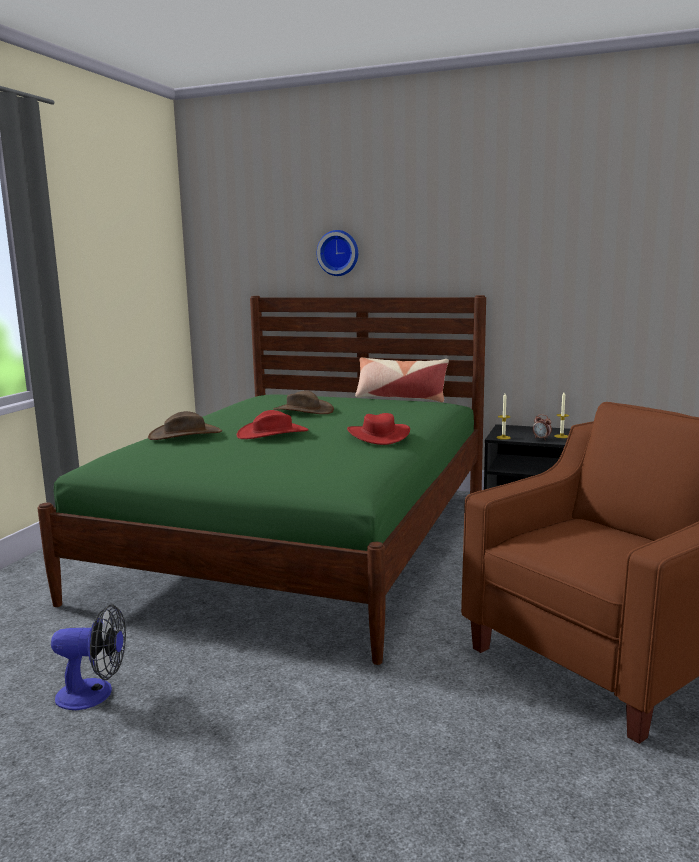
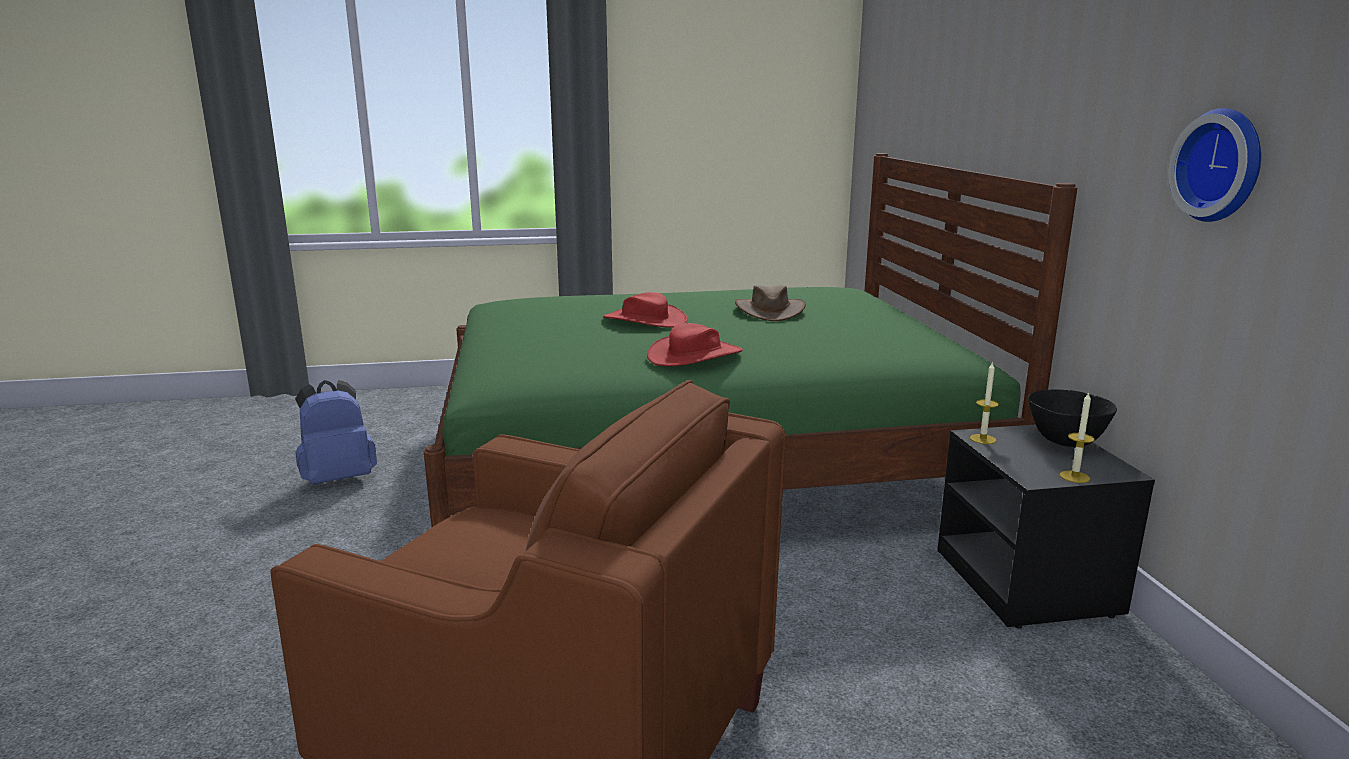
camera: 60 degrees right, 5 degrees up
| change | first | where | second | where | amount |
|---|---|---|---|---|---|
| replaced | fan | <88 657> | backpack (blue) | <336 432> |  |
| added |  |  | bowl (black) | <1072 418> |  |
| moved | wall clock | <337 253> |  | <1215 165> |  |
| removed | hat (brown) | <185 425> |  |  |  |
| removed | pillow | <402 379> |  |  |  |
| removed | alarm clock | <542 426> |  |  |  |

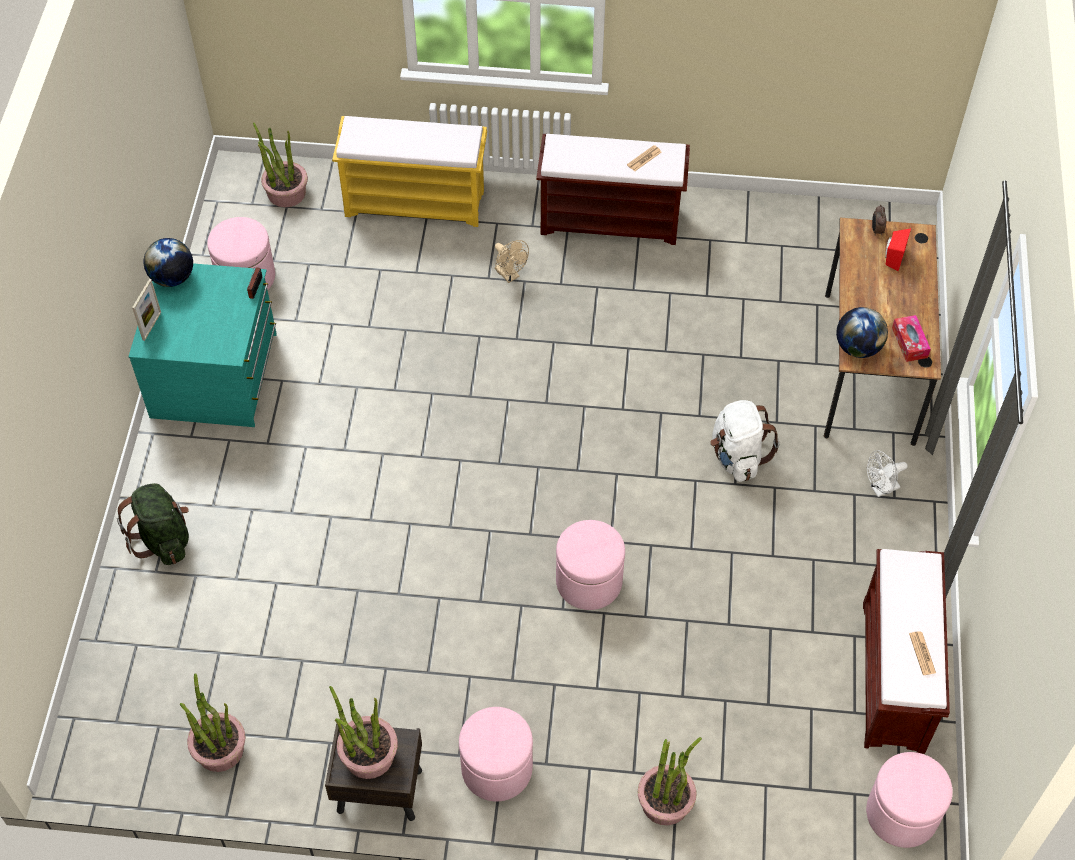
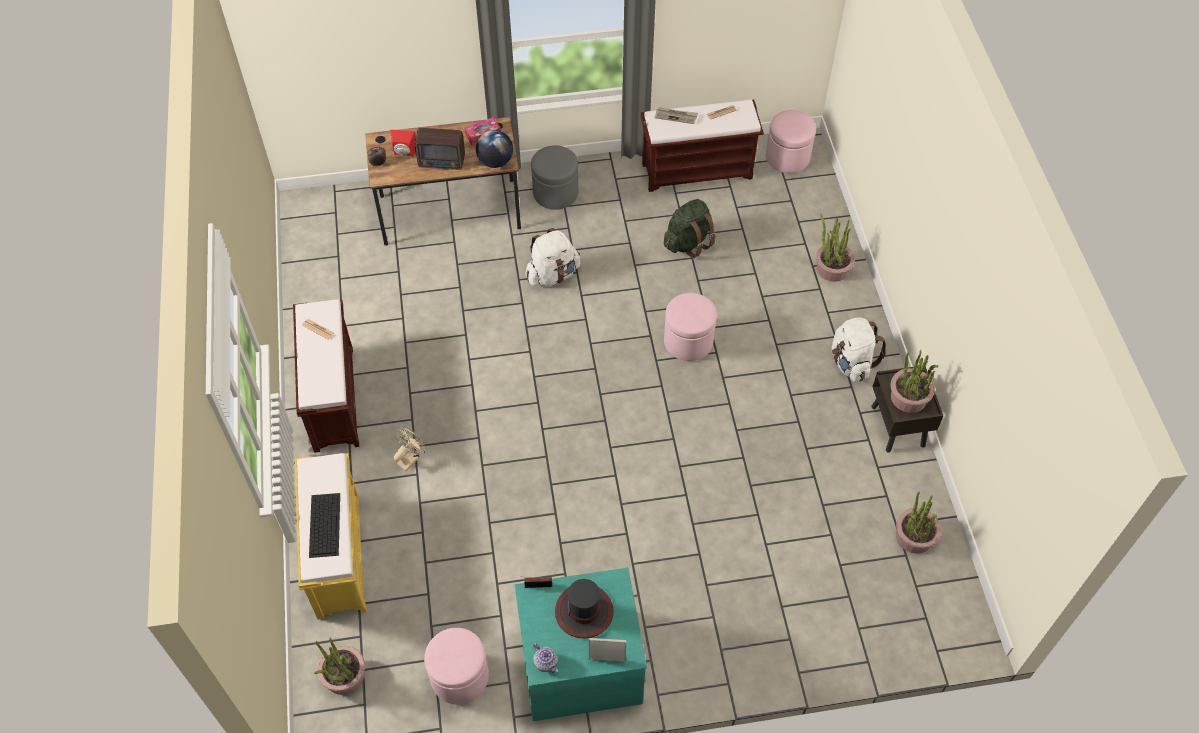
camera: 105 degrees left, 0 degrees up
| change | first | where | second | where | amount |
|---|---|---|---|---|---|
| added |  |  | keyboard | <324 525> |  |
| added |  |  | radio | <440 149> |  |
| replaced | fan (white) | <887 473> | ottoman (grey) | <554 177> |  |
| replaced | globe | <168 262> | teapot | <545 657> |  |
| added |  |  | hat | <584 608> |  |
| added |  |  | newspaper | <676 115> |  |
| moved | backpack (green) | <153 524> |  | <690 228> |  |
| replaced | ottoman (pink) | <496 754> | backpack (white) | <859 350> |  |

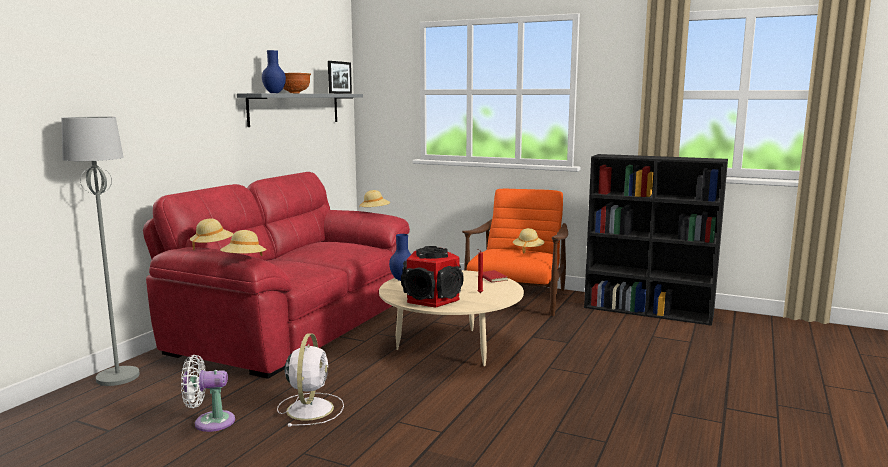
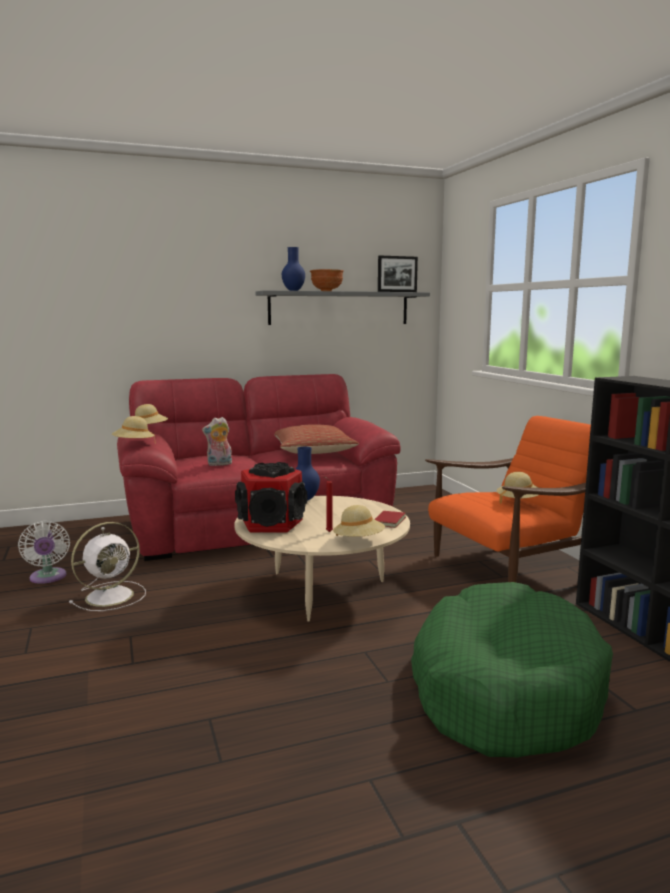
camera: 45 degrees right, 0 degrees up
| change | first | where | second | where | amount |
|---|---|---|---|---|---|
| turned | fan (white) | <208 393> |  | <44 552> | 150 degrees counterclockwise |
| added |  |  | plush toy | <217 441> |  |
| added |  |  | pillow | <316 439> |  |
| moved | hat (beige) | <374 201> |  | <359 521> |  |
| added |  |  | dog bed (green) | <512 670> |  |
| removed | floor lamp (grey) | <100 251> |  |  |  |

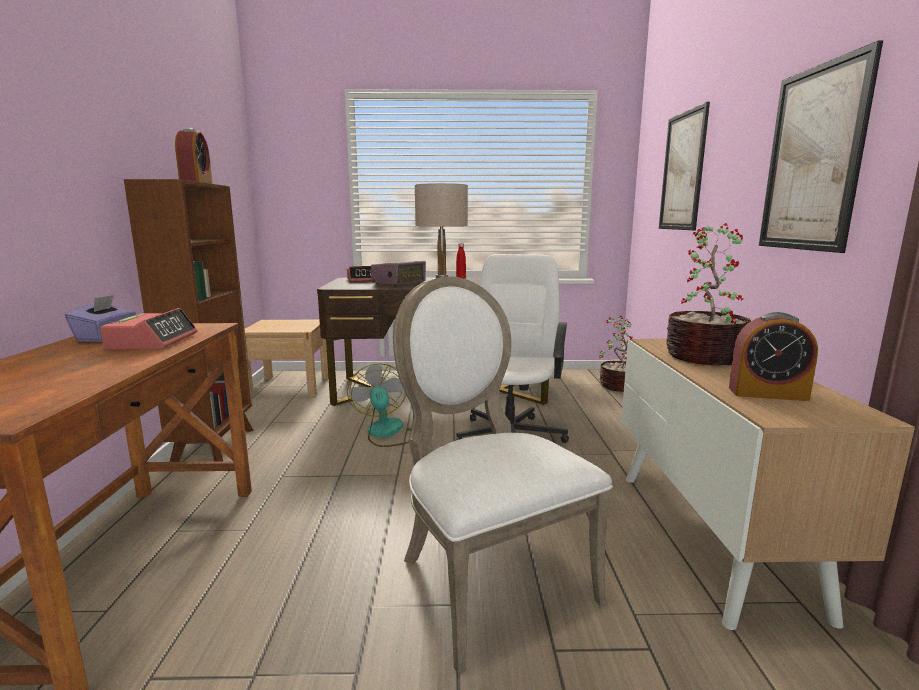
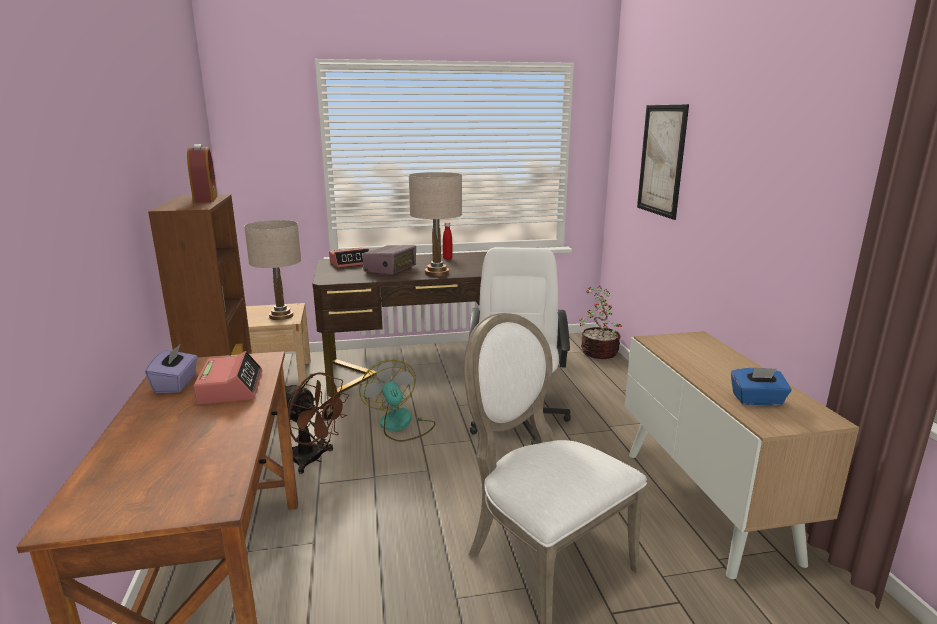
camera: 10 degrees left, 5 degrees up
| change | first | where | second | where | amount |
|---|---|---|---|---|---|
| added |  |  | table lamp (beige) | <272 270> |  |
| added |  |  | fan (brown) | <317 423> |  |
| replaced | alarm clock | <773 356> | tissue box (blue) | <761 386> |  |
| removed | potted plant | <708 294> |  |  |  |
| removed | picture | <821 146> |  |  |  |

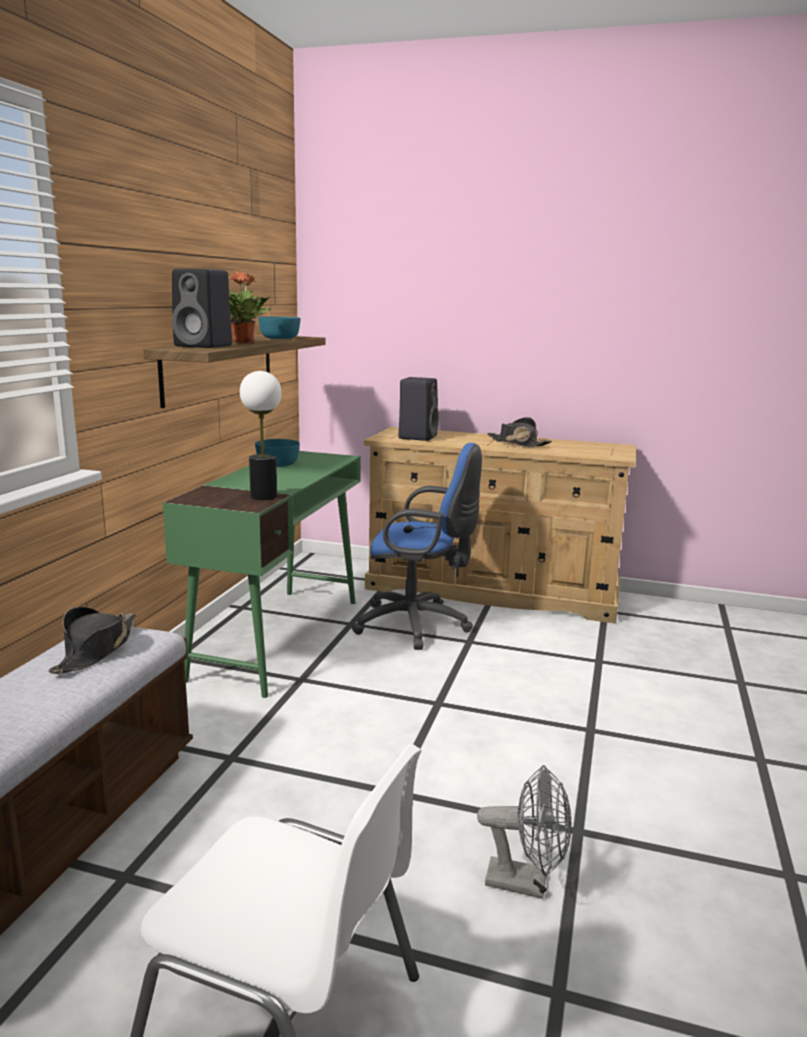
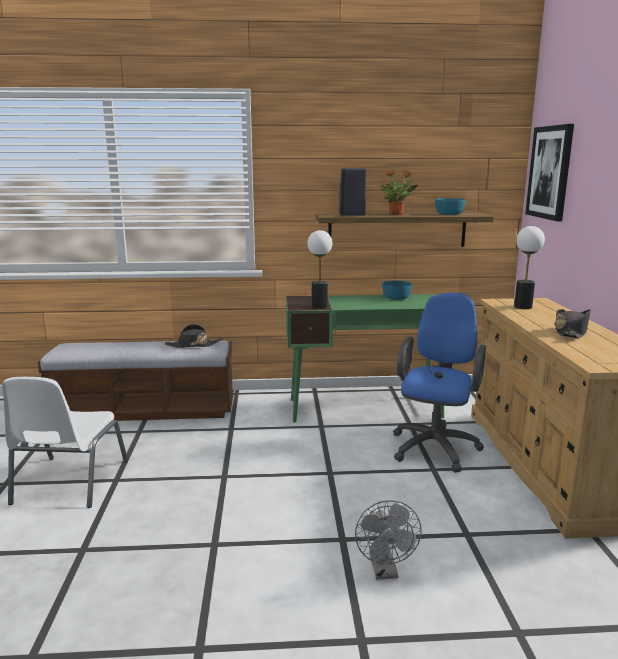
camera: 70 degrees right, 0 degrees up
| change | first | where | second | where | amount |
|---|---|---|---|---|---|
| moved | fan (grey) | <524 832> |  | <388 539> |  |
| turned | office chair (blue) | <417 546> |  | <439 382> | 150 degrees counterclockwise |
| replaced | speaker (black) | <418 409> | table lamp | <529 267> |  |
| added |  |  | picture | <549 172> |  |

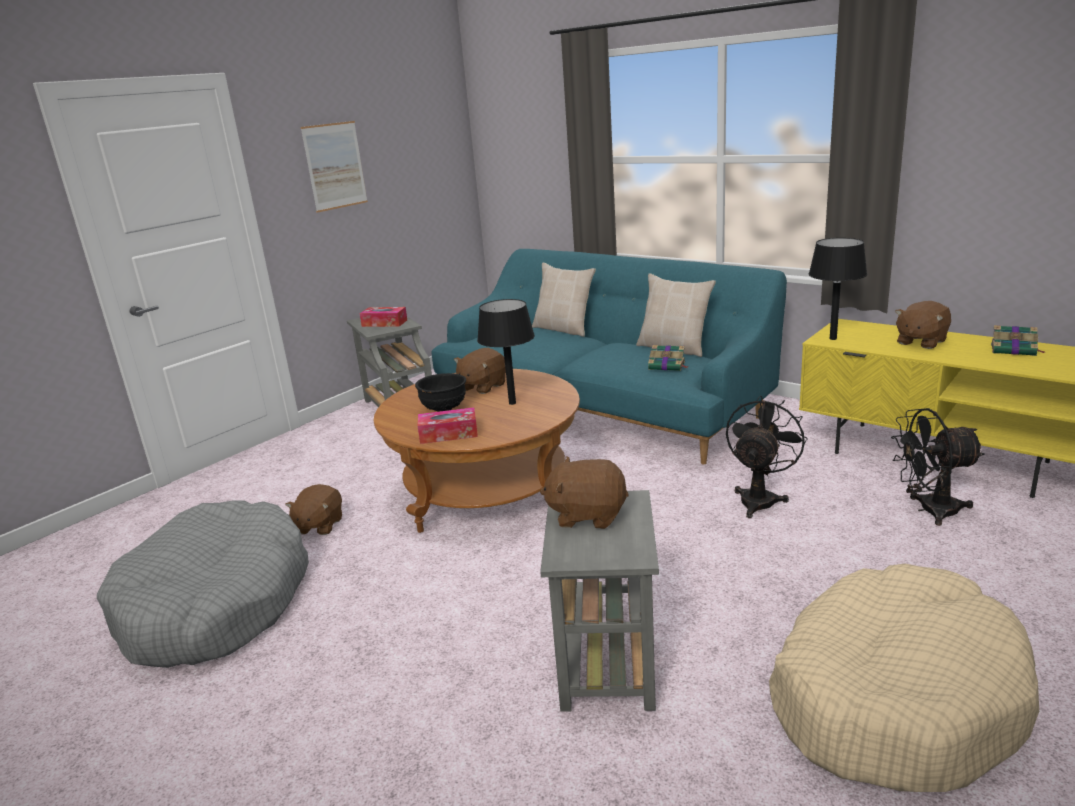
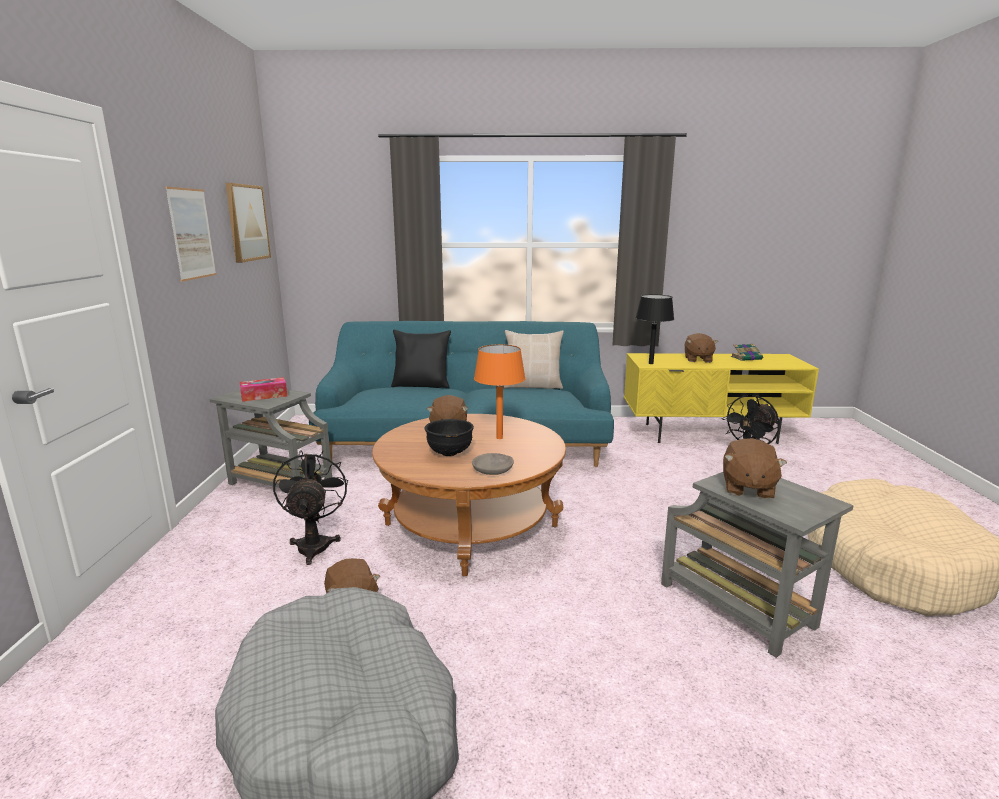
camera: 40 degrees left, 5 degrees down
| change | first | where | second | where | amount |
|---|---|---|---|---|---|
| added |  |  | picture | <248 223> |  |
| moved | fan (black) | <767 456> |  | <310 507> |  |
| recoloured | pillow (beige) | <564 299> | pillow (black) | <421 359> |  |
| replaced | tissue box | <447 425> | bowl (grey) | <493 464> |  |
| recoloured | table lamp (black) | <506 352> | table lamp (orange) | <500 391> |  |
| turned | plush toy (brown) | <584 492> |  | <755 468> | 45 degrees counterclockwise |
| removed | book | <668 358> |  |  |  |

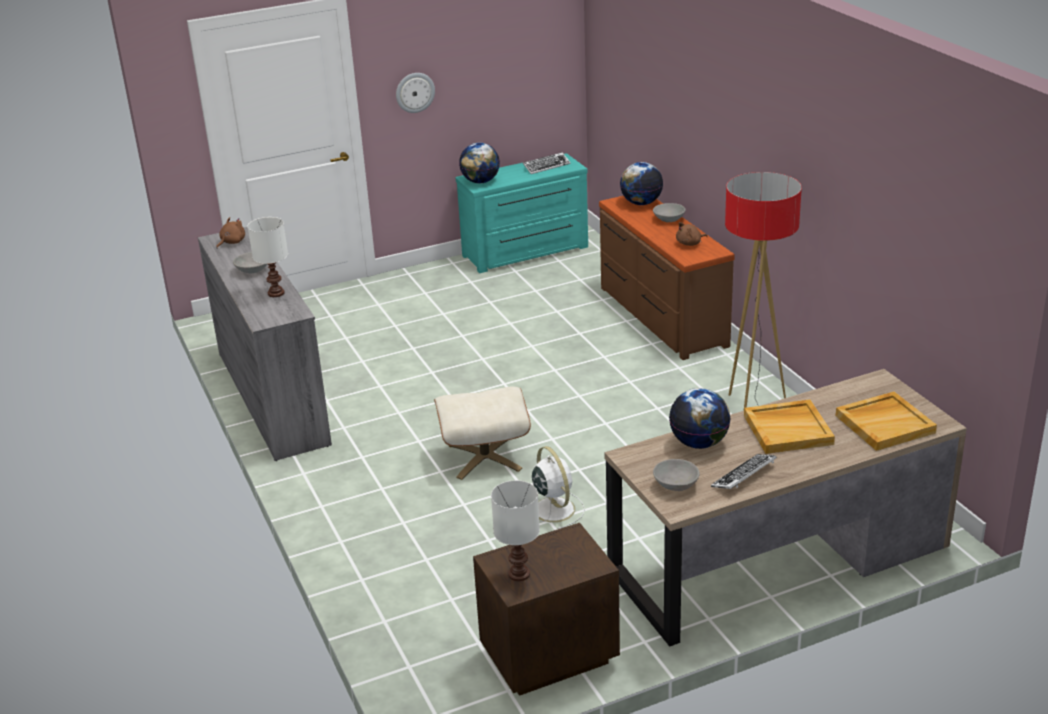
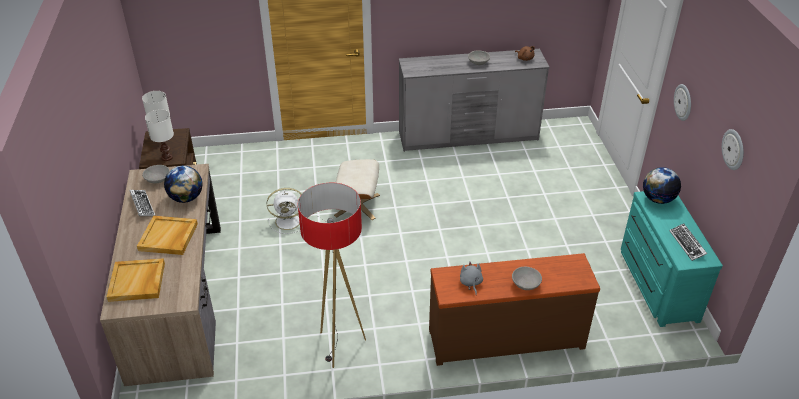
camera: 105 degrees right, 10 degrees up
| change | first | where | second | where | amount |
|---|---|---|---|---|---|
| moved | table lamp (white) | <267 257> |  | <159 135> |  |
| recoloured | plush toy (brown) | <692 234> | plush toy (grey) | <471 278> |  |
| added |  |  | wall clock | <733 149> |  |
| removed | globe | <641 183> |  |  |  |

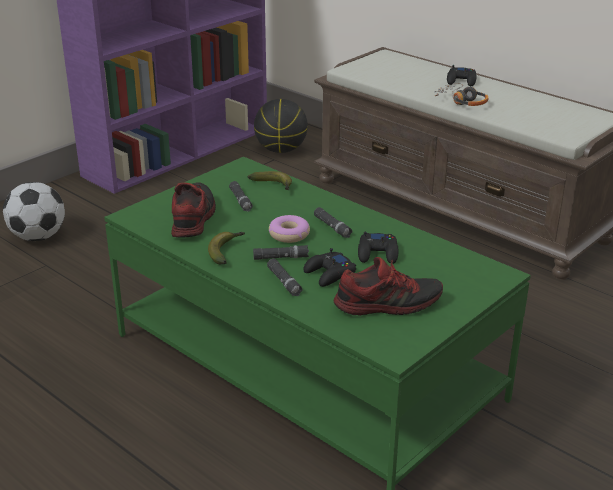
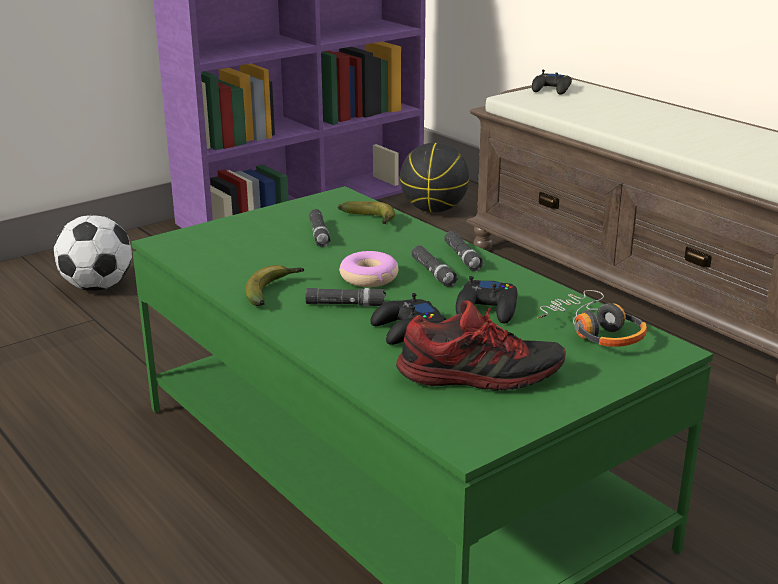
camera: 10 degrees right, 5 degrees down
| change | first | where | second | where | amount |
|---|---|---|---|---|---|
| moved | flashlight (black) | <285 277> |  | <464 251> |  |
| moved | game controller (black) | <462 75> |  | <552 82> |  |
| moved | headphones | <461 94> |  | <592 318> |  |
| removed | shoe | <193 210> |  |  |  |

